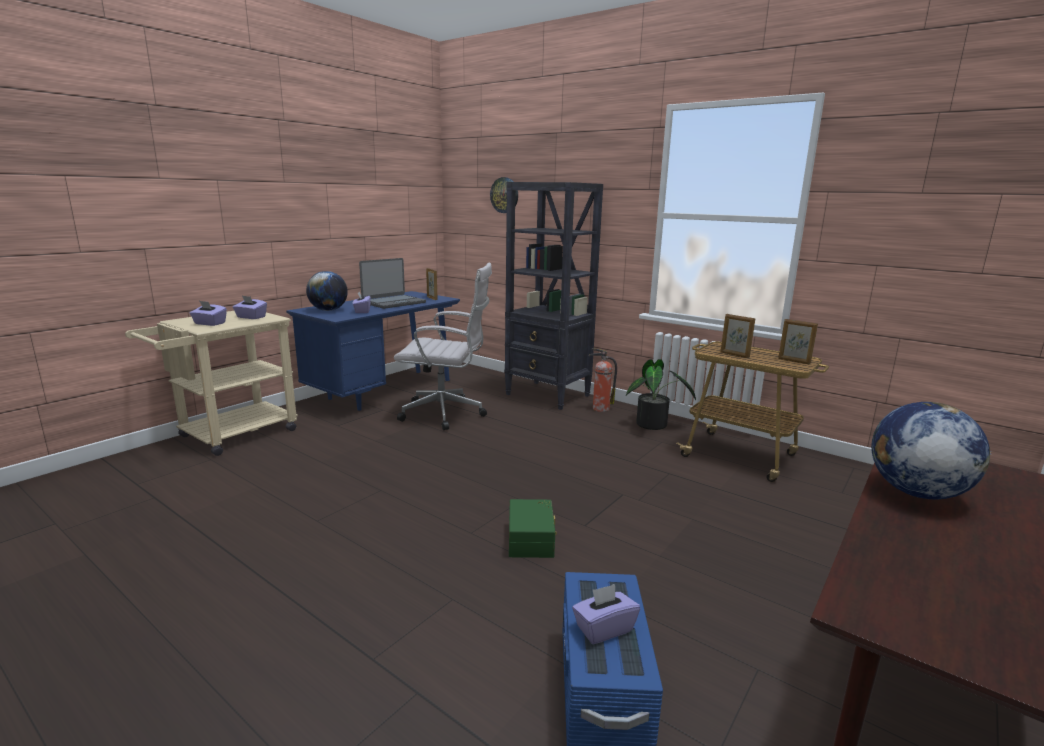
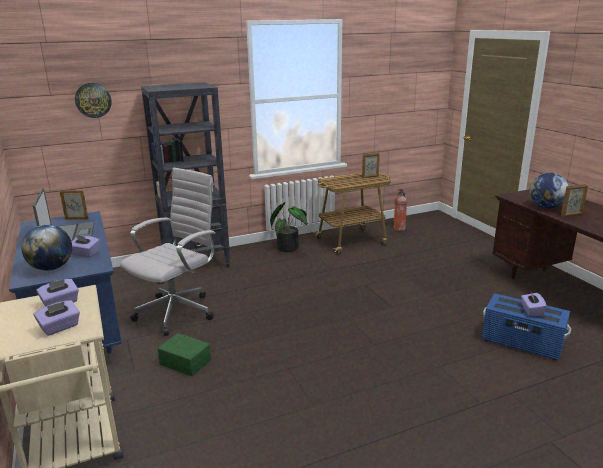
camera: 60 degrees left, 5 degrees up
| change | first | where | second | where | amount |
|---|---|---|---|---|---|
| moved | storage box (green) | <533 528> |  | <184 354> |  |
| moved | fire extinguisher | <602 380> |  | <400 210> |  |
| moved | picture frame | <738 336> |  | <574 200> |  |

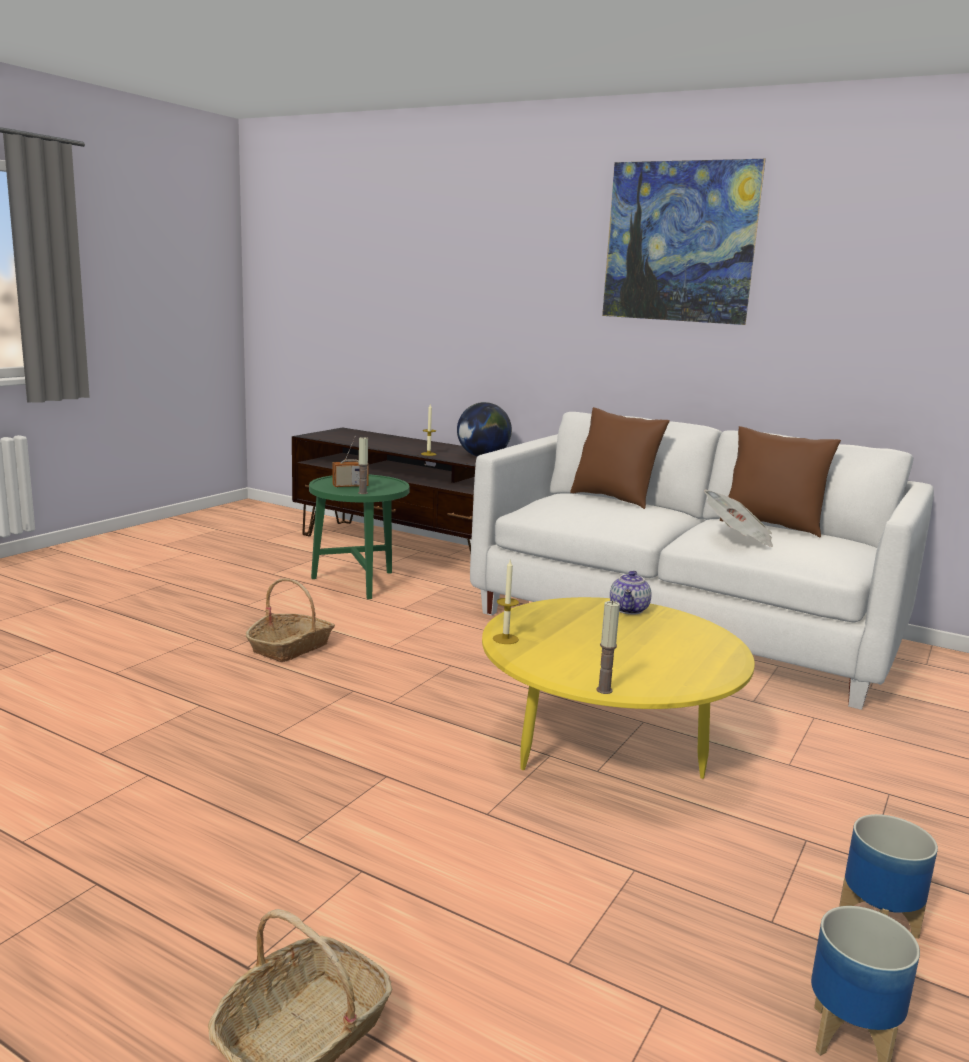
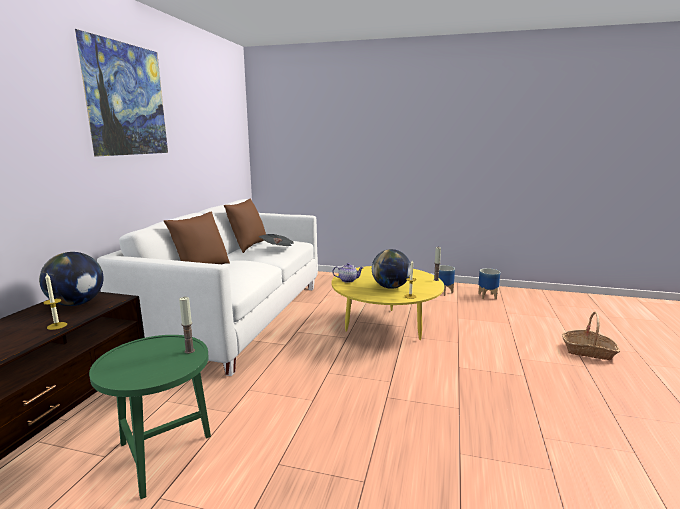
camera: 105 degrees left, 0 degrees up
| change | first | where | second | where | amount |
|---|---|---|---|---|---|
| added |  |  | globe | <391 269> |  |
| removed | basket | <290 620> |  |  |  |
| removed | radio | <350 462> |  |  |  |

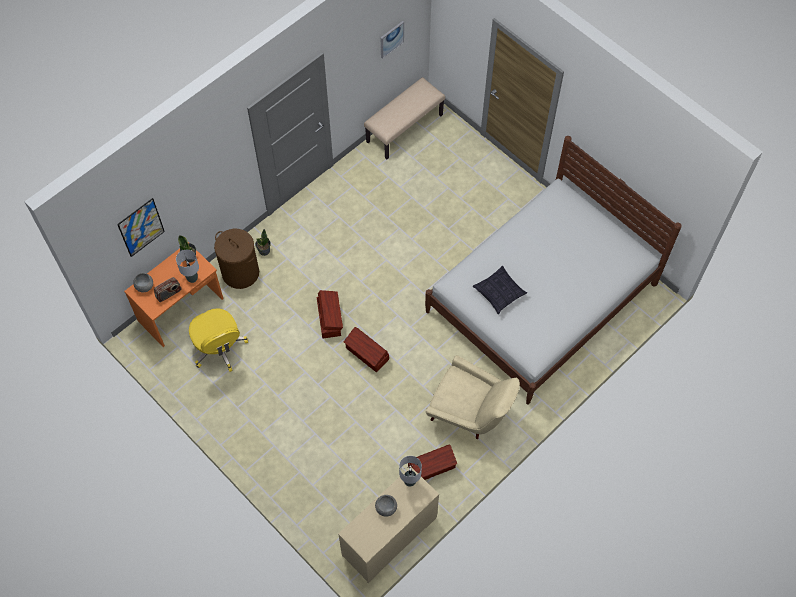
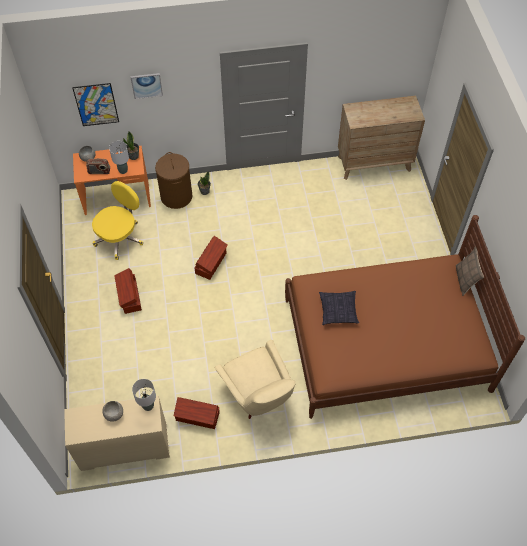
camera: 35 degrees right, 5 degrees down
| change | first | where | second | where | amount |
|---|---|---|---|---|---|
| turned | office chair (yellow) | <218 340> |  | <117 220> | 150 degrees counterclockwise |
| moved | storage box (brown) | <366 350> |  | <128 291> |  |
| moved | picture | <392 40> |  | <146 86> |  |
| recoloured | bed (white) | <553 270> | bed (brown) | <405 317> |  |
| replaced | bench (beige) | <404 118> | dresser (brown) | <381 138> |  |
| added |  |  | pillow | <470 271> |  |

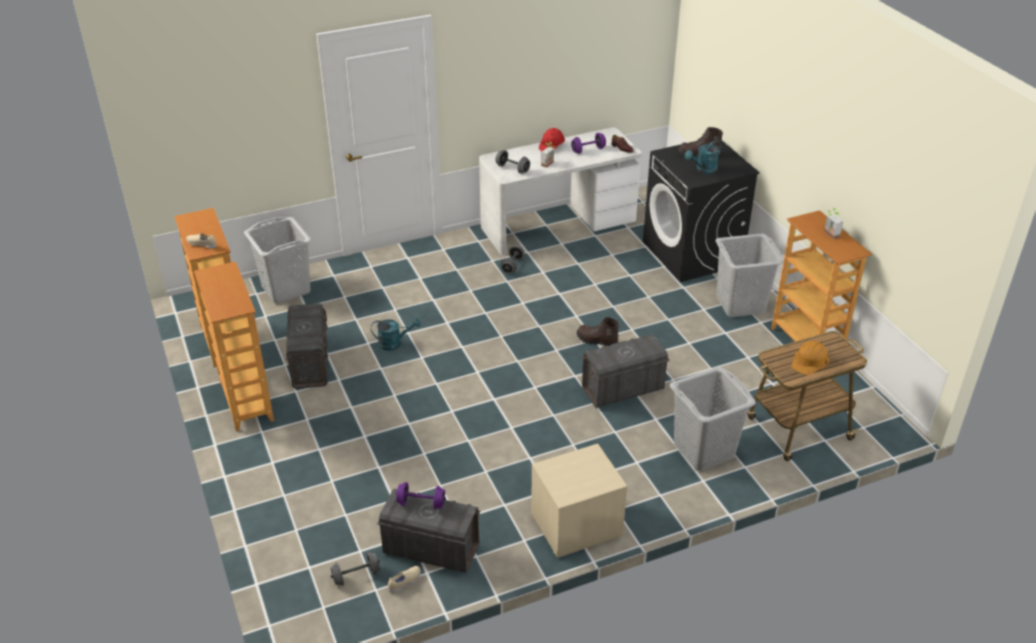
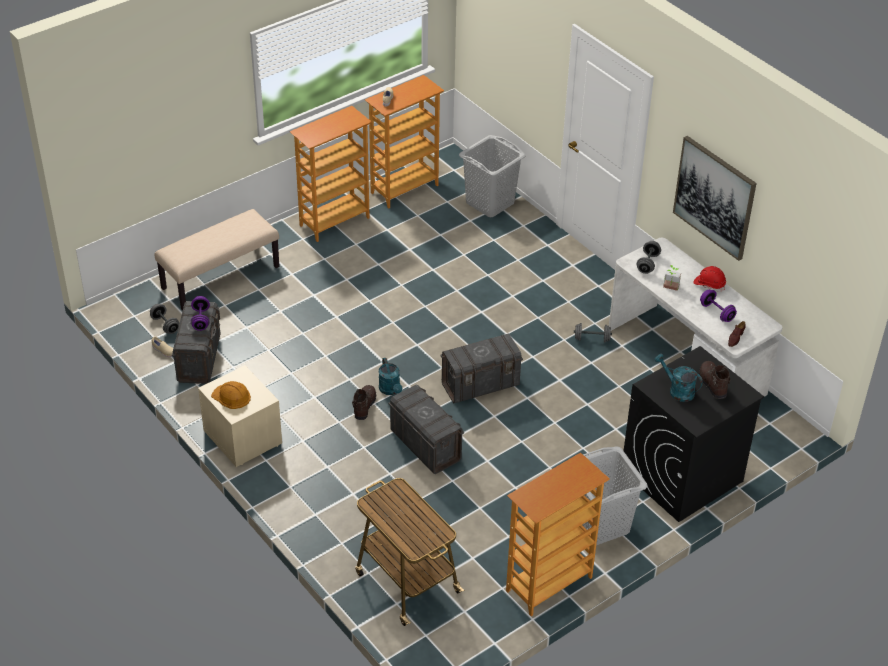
camera: 75 degrees right, 5 degrees up
| change | first | where | second | where | amount |
|---|---|---|---|---|---|
| added |  |  | bench (beige) | <216 259> |  |
| moved | hard hat (orange) | <810 358> |  | <231 395> |  |
| moved | boot (brown) | <598 331> |  | <364 402> |  |
| moved | watering can (turquoise) | <395 334> |  | <390 376> |  |
| moved | storage box (grey) | <307 346> |  | <481 368> |  |
| added |  |  | picture | <714 198> |  |
| removed | laundry basket (grey) | <713 419> |  |  |  |
| removed | potted plant | <833 223> |  |  |  |

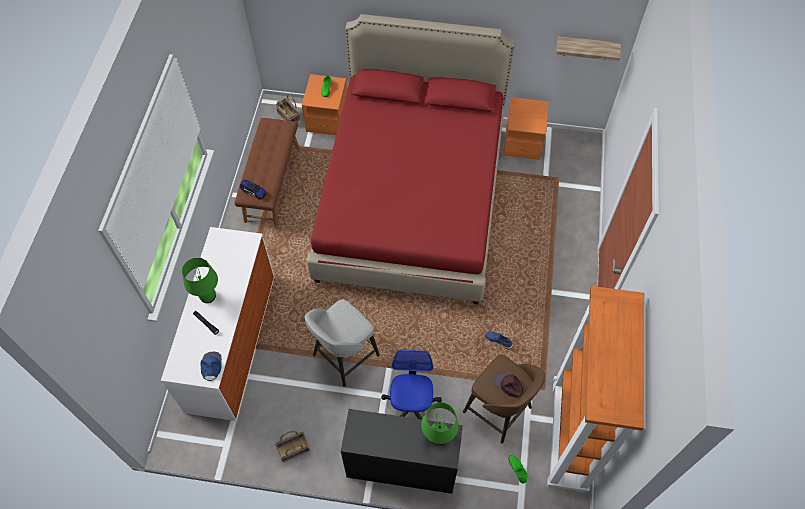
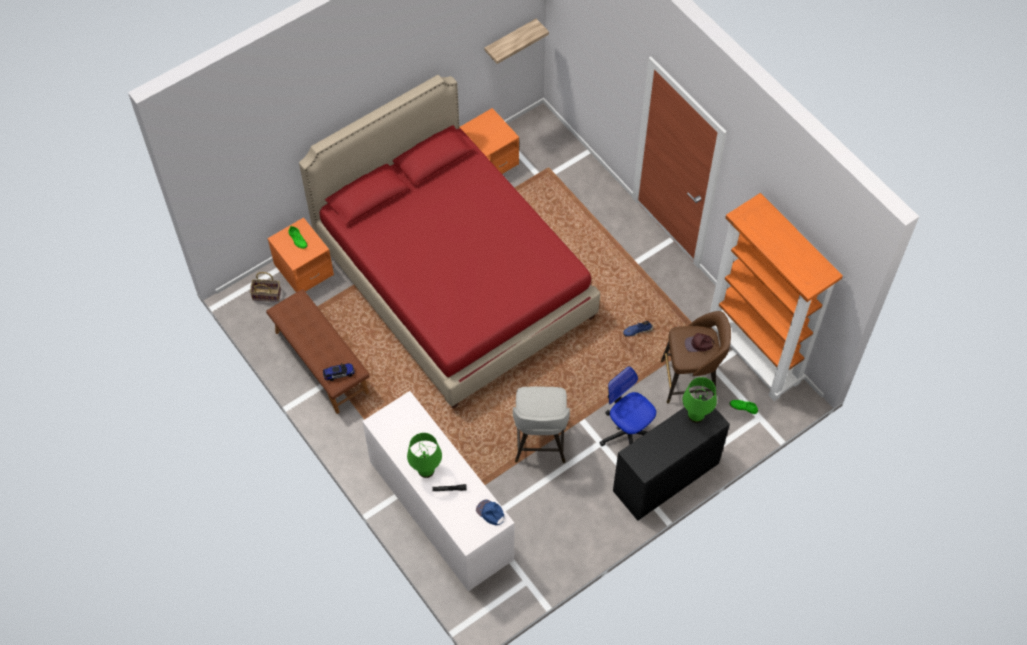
camera: 45 degrees left, 0 degrees up
| change | first | where | second | where | amount |
|---|---|---|---|---|---|
| removed | basket | <292 446> |  |  |  |

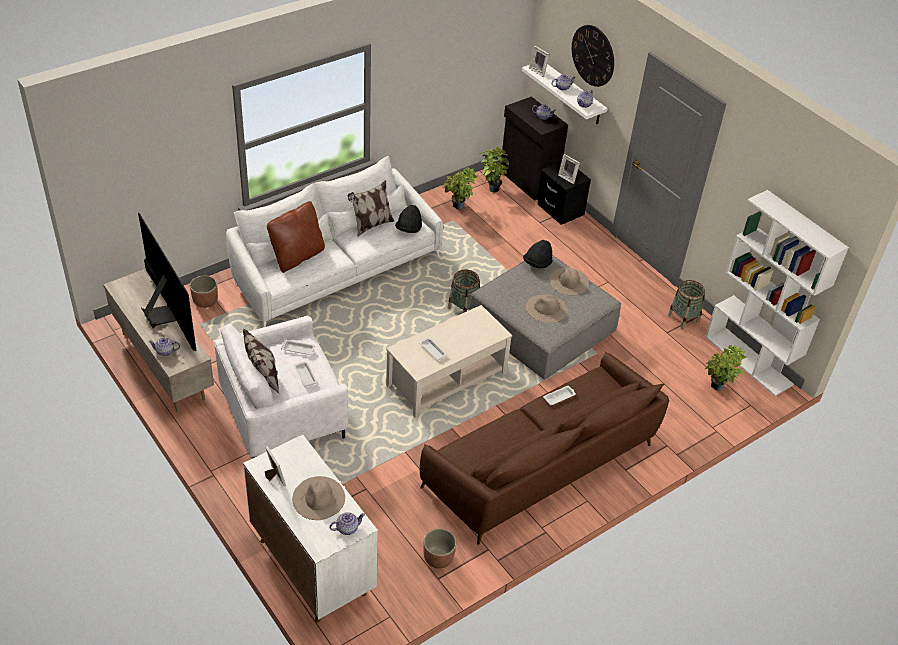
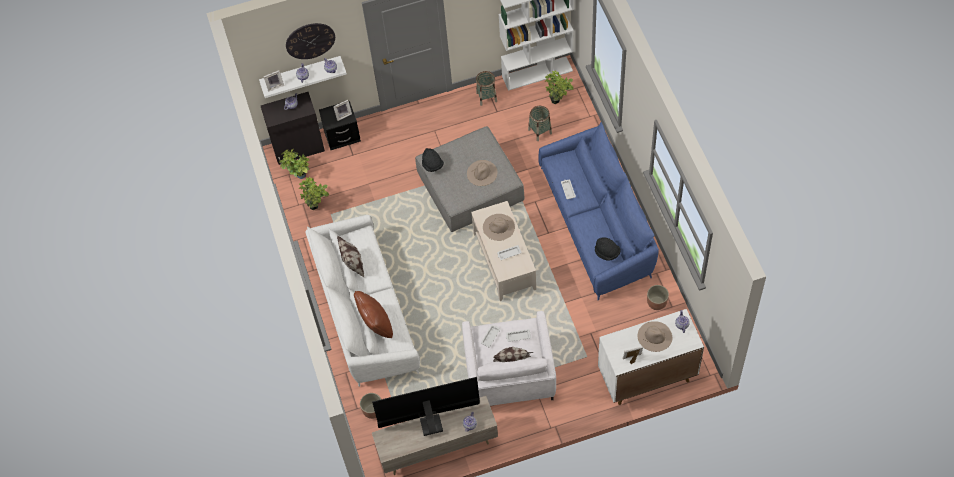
camera: 65 degrees left, 15 degrees up
| change | first | where | second | where | amount |
|---|---|---|---|---|---|
| moved | hat (beige) | <569 281> |  | <499 227> |  |
| moved | basket | <464 291> |  | <540 123> |  |
| recoloured | sofa (brown) | <544 448> | sofa (blue) | <598 211> |  |
| moved | hat (black) | <408 219> |  | <608 249> |  |

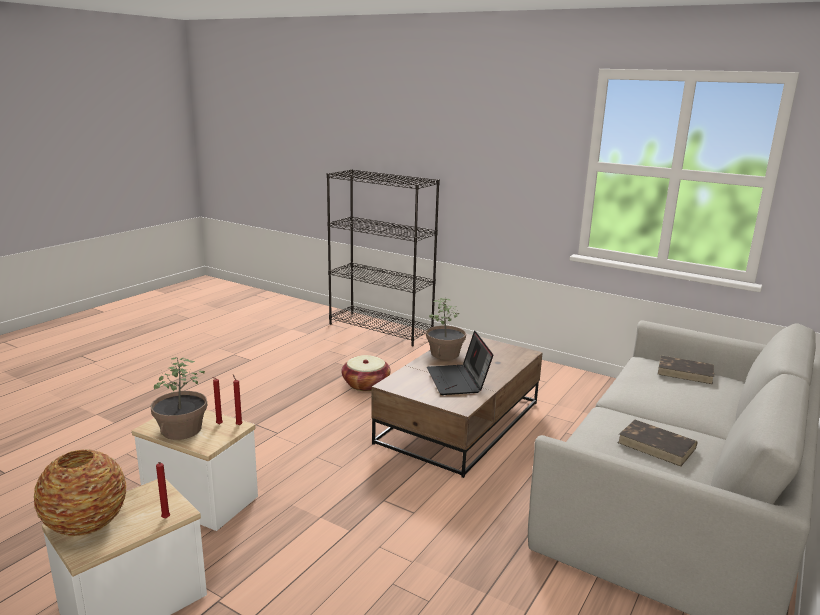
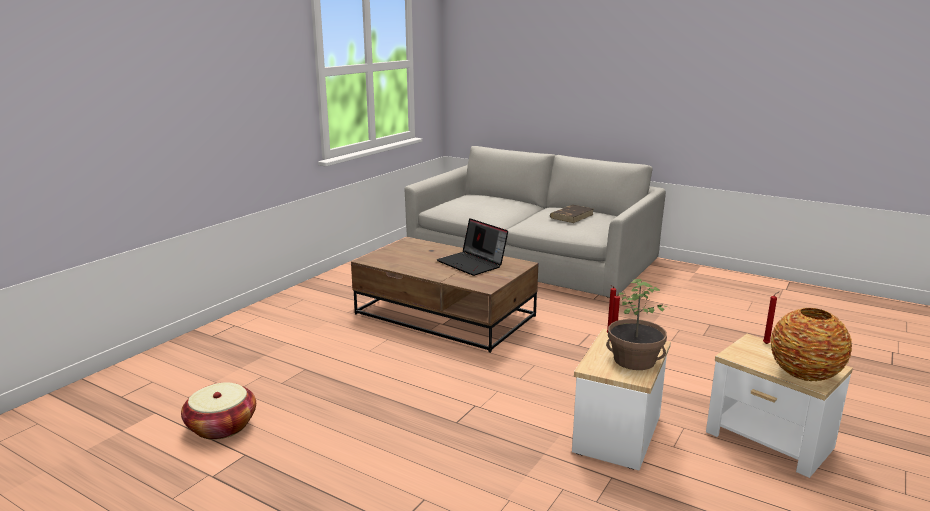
camera: 90 degrees left, 0 degrees up
| change | first | where | second | where | amount |
|---|---|---|---|---|---|
| moved | basket | <366 373> |  | <218 411> |  |
| turned | laptop | <460 363> |  | <472 247> | 60 degrees clockwise |
| removed | bookcase (black) | <383 257> |  |  |  |
| removed | potted plant | <446 329> |  |  |  |
| removed | book (brown) | <686 369> |  |  |  |

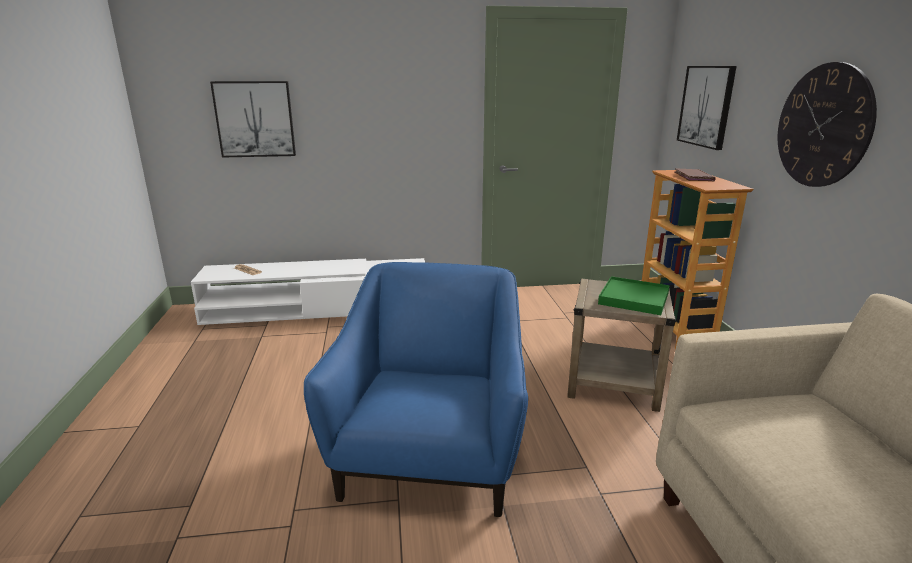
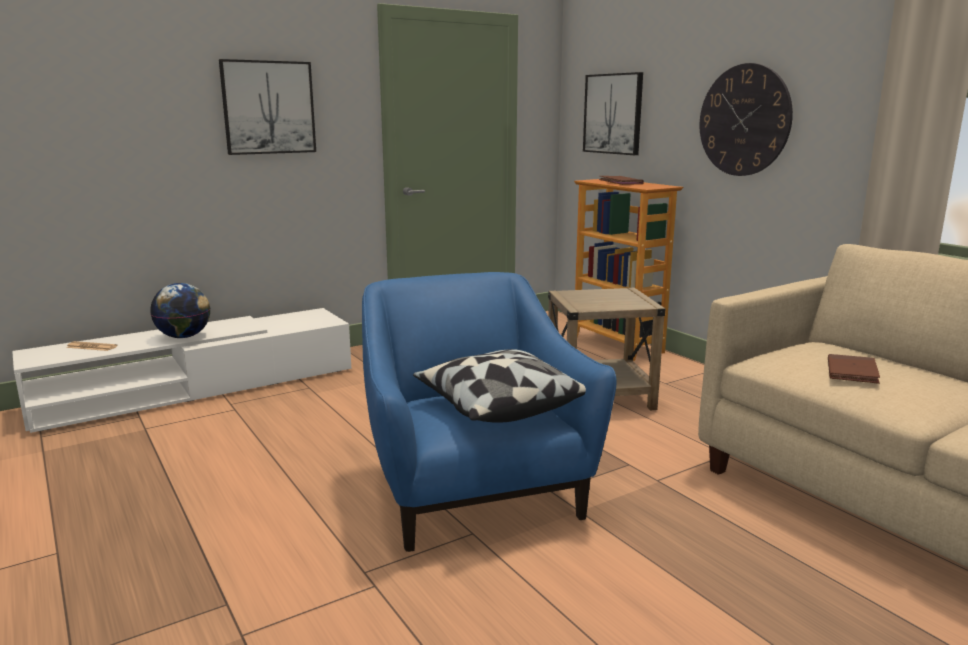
camera: 25 degrees left, 5 degrees down
| change | first | where | second | where | amount |
|---|---|---|---|---|---|
| added |  |  | globe | <180 310> |  |
| moved | picture | <253 119> |  | <267 107> |  |
| added |  |  | pillow | <499 386> |  |
| added |  |  | book (brown) | <854 369> |  |
| removed | tray (green) | <634 295> |  |  |  |

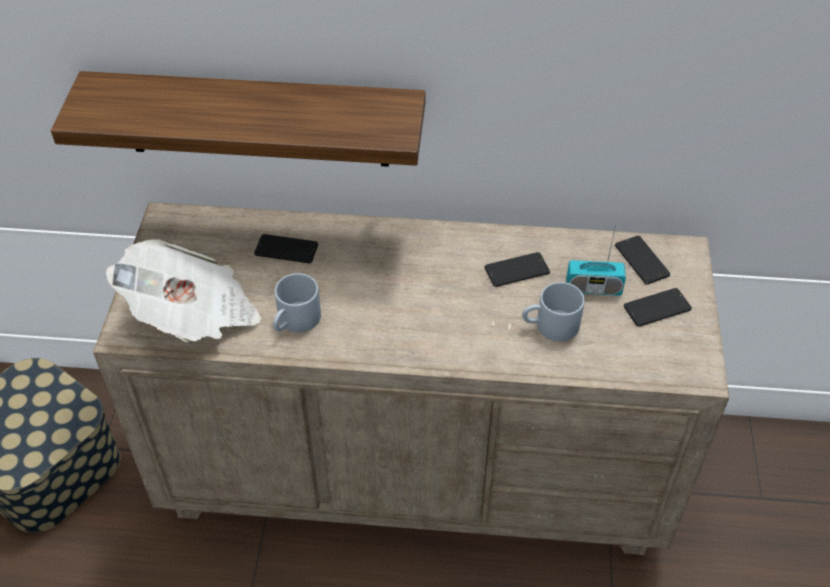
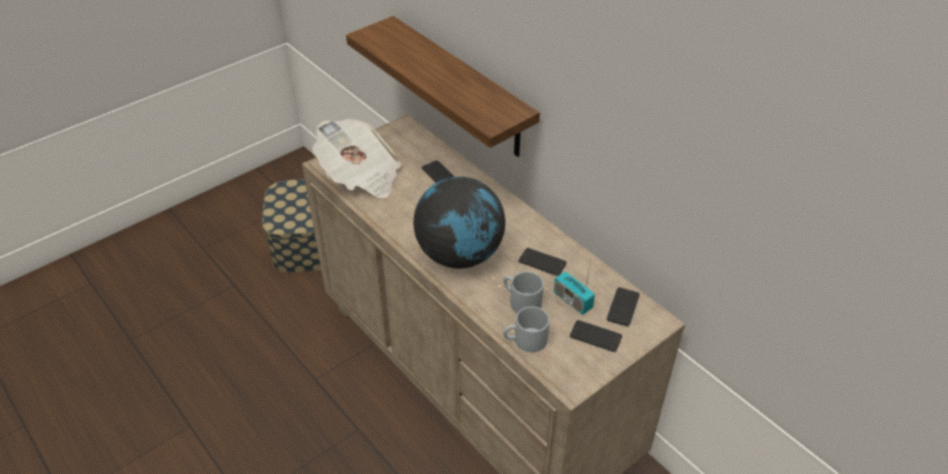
camera: 45 degrees right, 5 degrees down
| change | first | where | second | where | amount |
|---|---|---|---|---|---|
| added |  |  | globe | <459 223> |  |
| moved | mug (grey) | <297 302> |  | <526 329> |  |

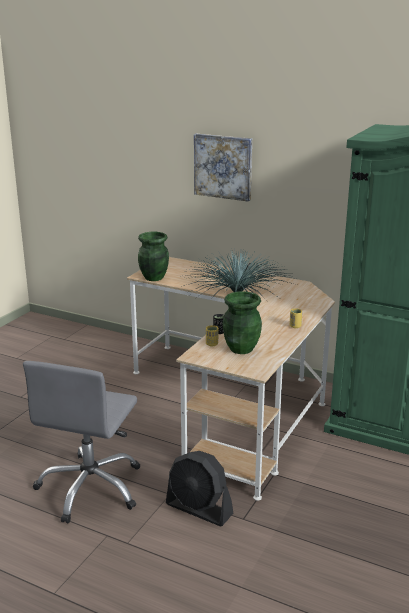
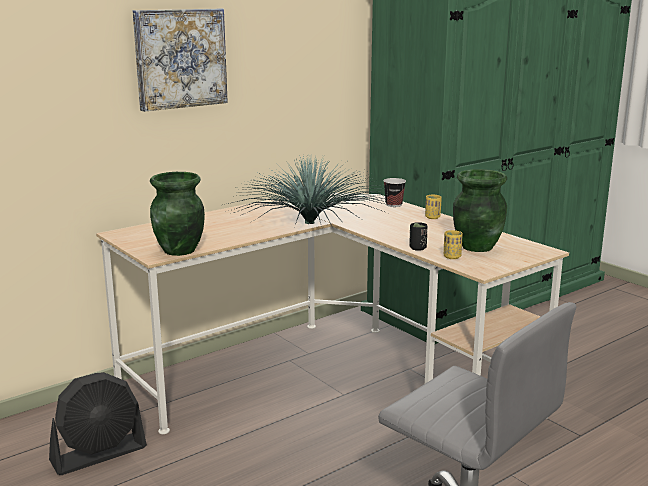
camera: 65 degrees left, 5 degrees down
| change | first | where | second | where | amount |
|---|---|---|---|---|---|
| moved | fan (black) | <199 488> |  | <98 423> |  |
| added |  |  | cup | <394 192> |  |

